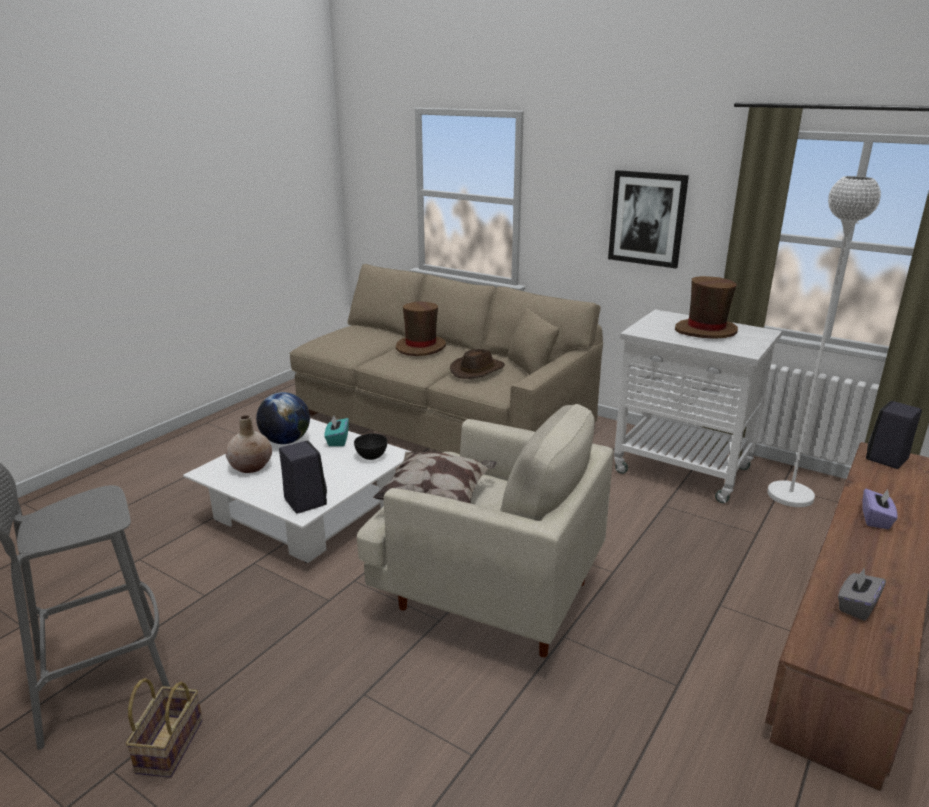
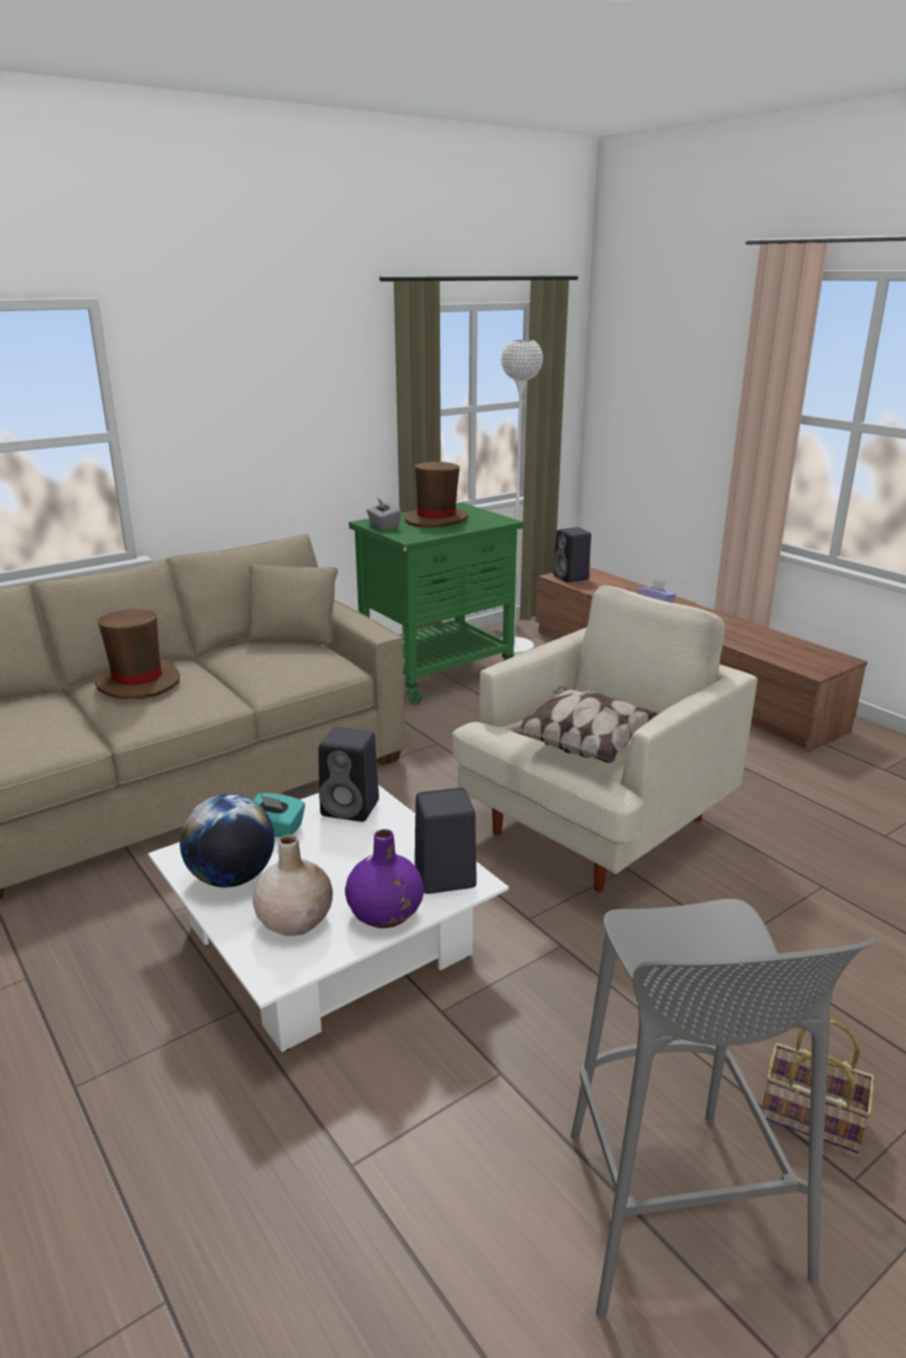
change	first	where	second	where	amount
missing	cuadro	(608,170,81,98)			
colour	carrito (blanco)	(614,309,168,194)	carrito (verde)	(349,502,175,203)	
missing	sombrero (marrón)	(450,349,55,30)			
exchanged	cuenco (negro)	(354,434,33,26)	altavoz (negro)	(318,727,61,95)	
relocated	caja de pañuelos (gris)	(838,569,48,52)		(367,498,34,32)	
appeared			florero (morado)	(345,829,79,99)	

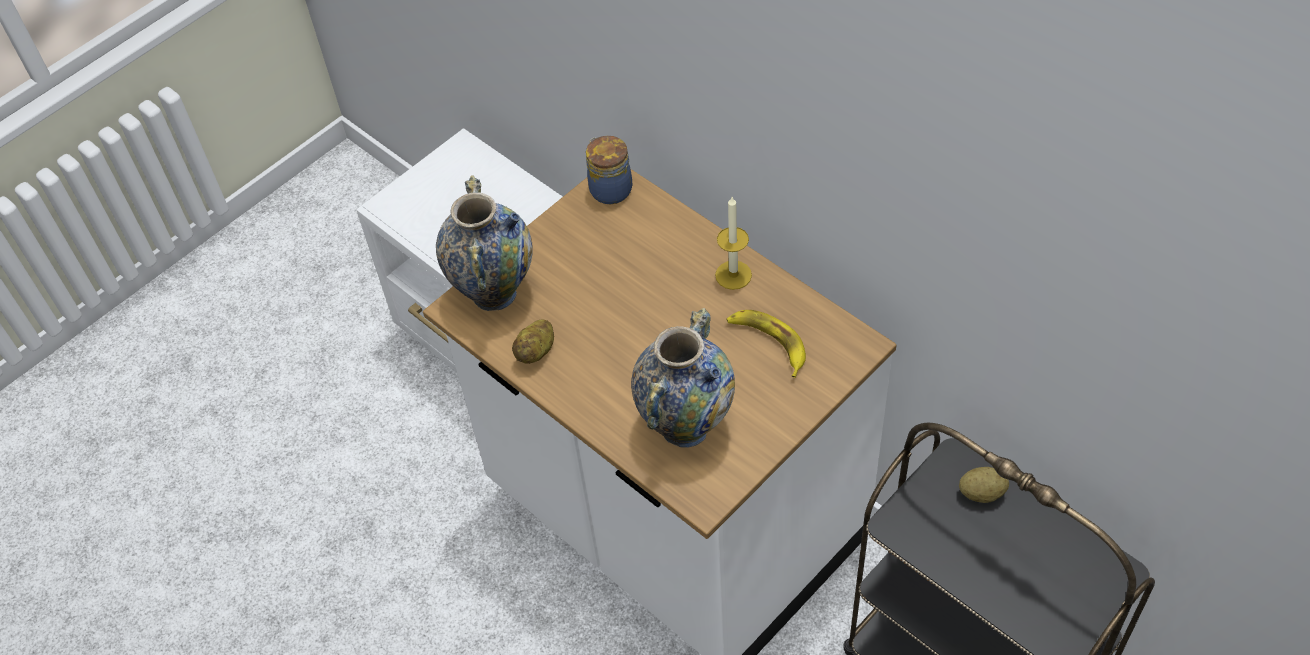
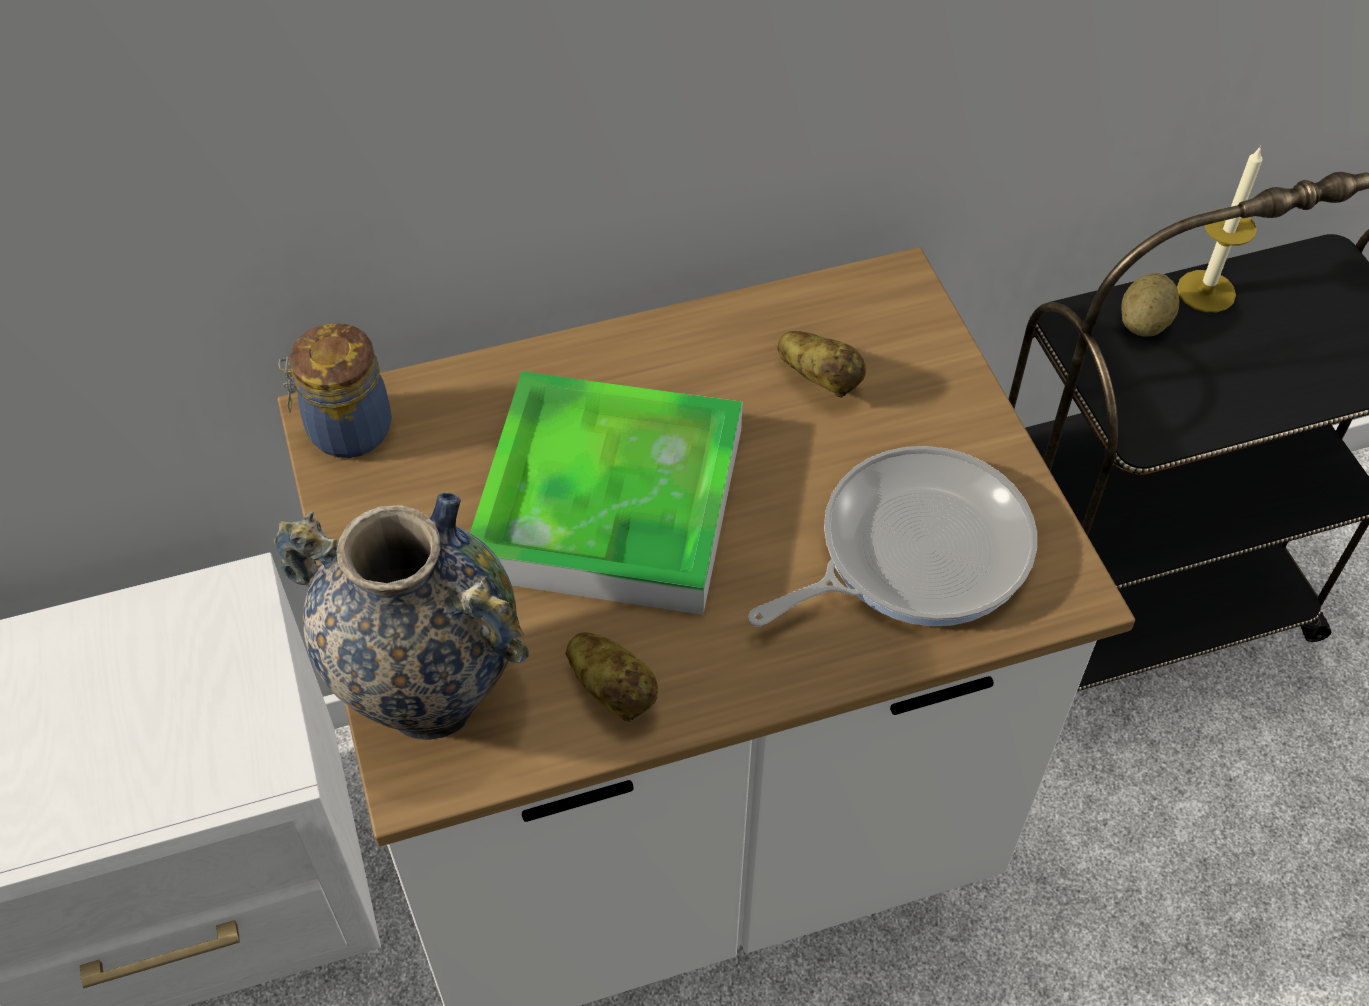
change	first	where	second	where	amount
relocated	vela	(715,197,37,93)		(1177,146,86,166)	
exchanged	florero	(631,308,104,140)	sartén	(748,446,289,180)	
exchanged	plátano	(726,310,80,68)	patata	(777,331,89,67)	
appeared			bandeja	(470,371,272,244)	

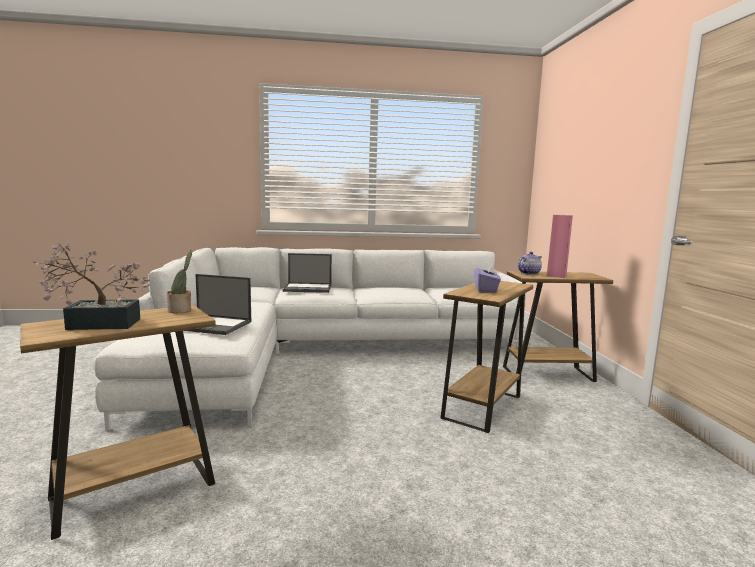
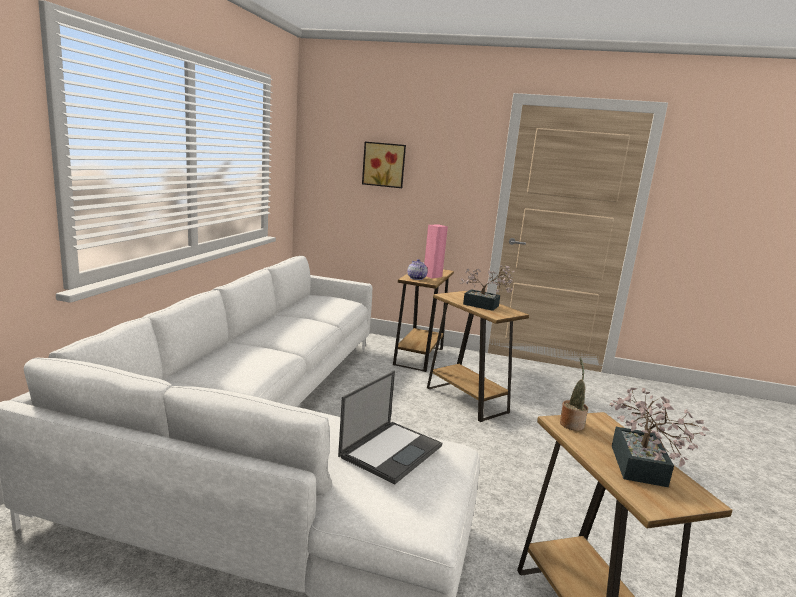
change	first	where	second	where	amount
missing	portátil	(283,253,49,40)			
exchanged	caja de pañuelos (morado)	(474,263,27,30)	planta en maceta	(459,265,56,46)	
appeared			cuadro	(362,142,44,46)	

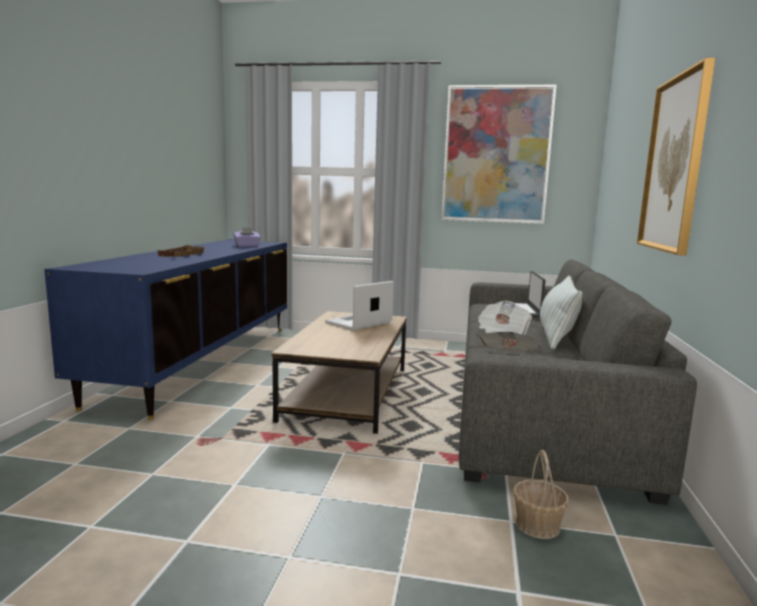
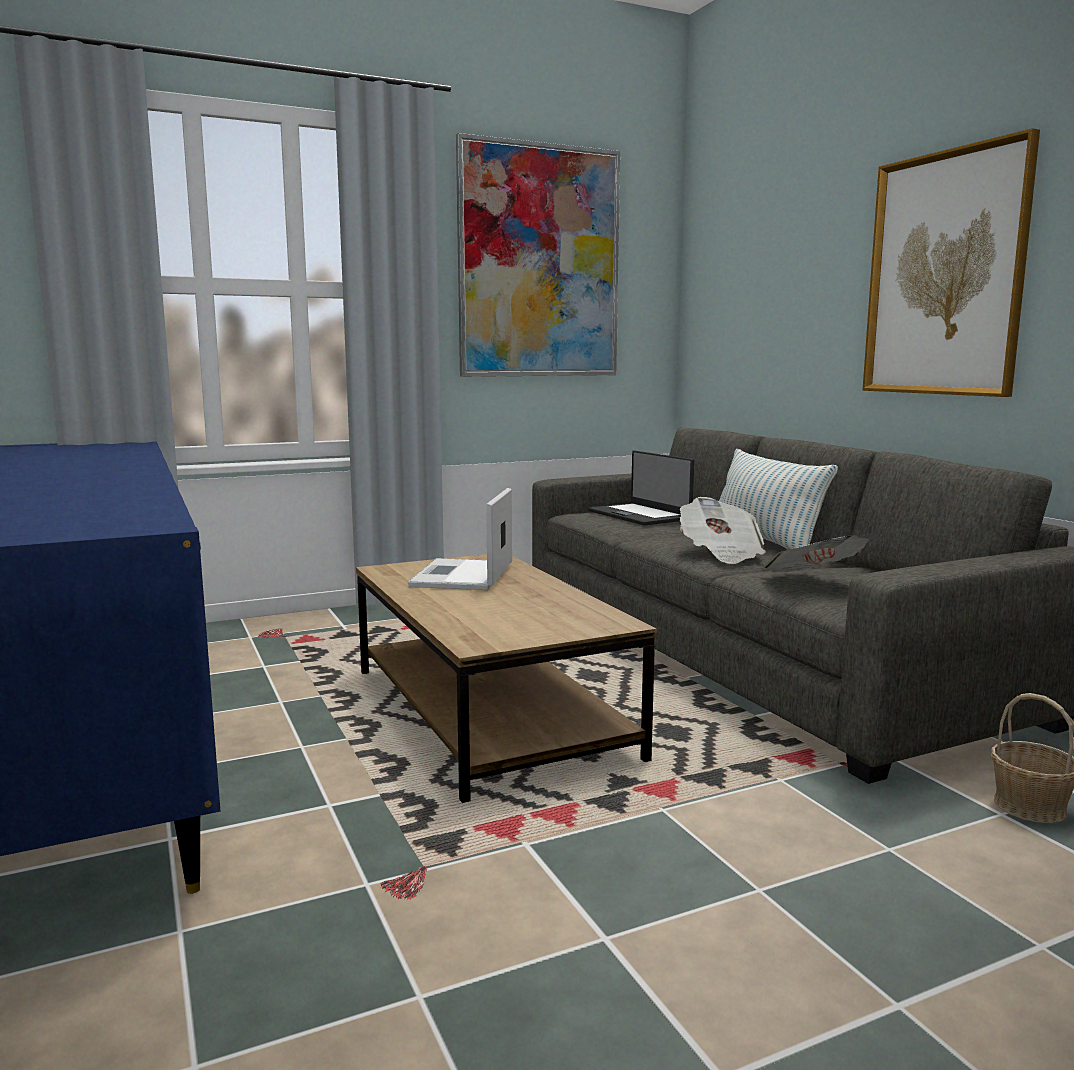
change	first	where	second	where	amount
missing	caja de pañuelos (morado)	(233,227,28,20)			
missing	bandeja (marrón)	(157,245,49,12)			

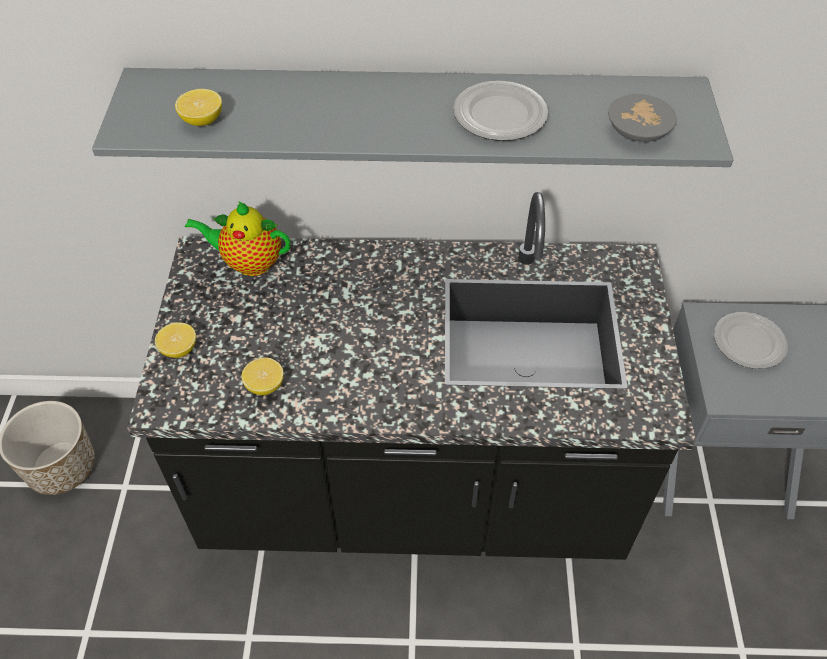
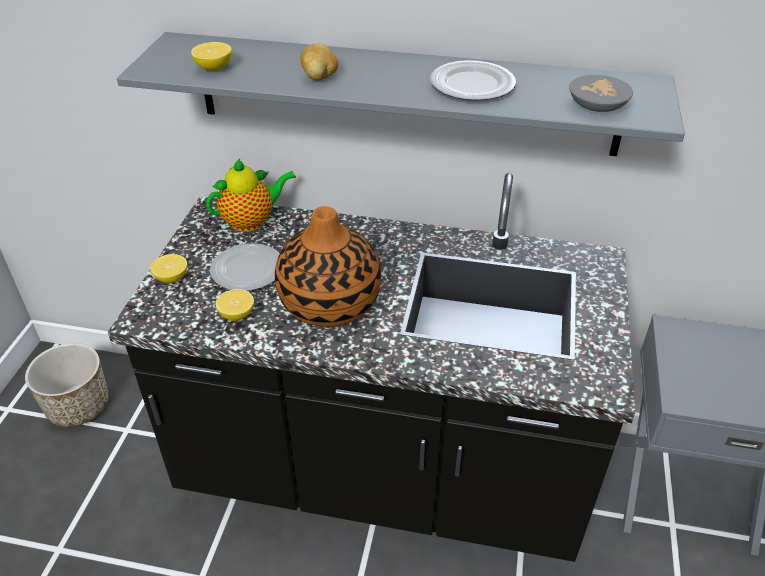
change	first	where	second	where	amount
spun	tetera	(185,201,106,75)		(206,159,90,73)	135 degrees clockwise
relocated	plato	(714,312,74,57)		(210,243,70,48)	
appeared			patata	(300,43,38,38)	
appeared			florero	(275,206,106,121)	

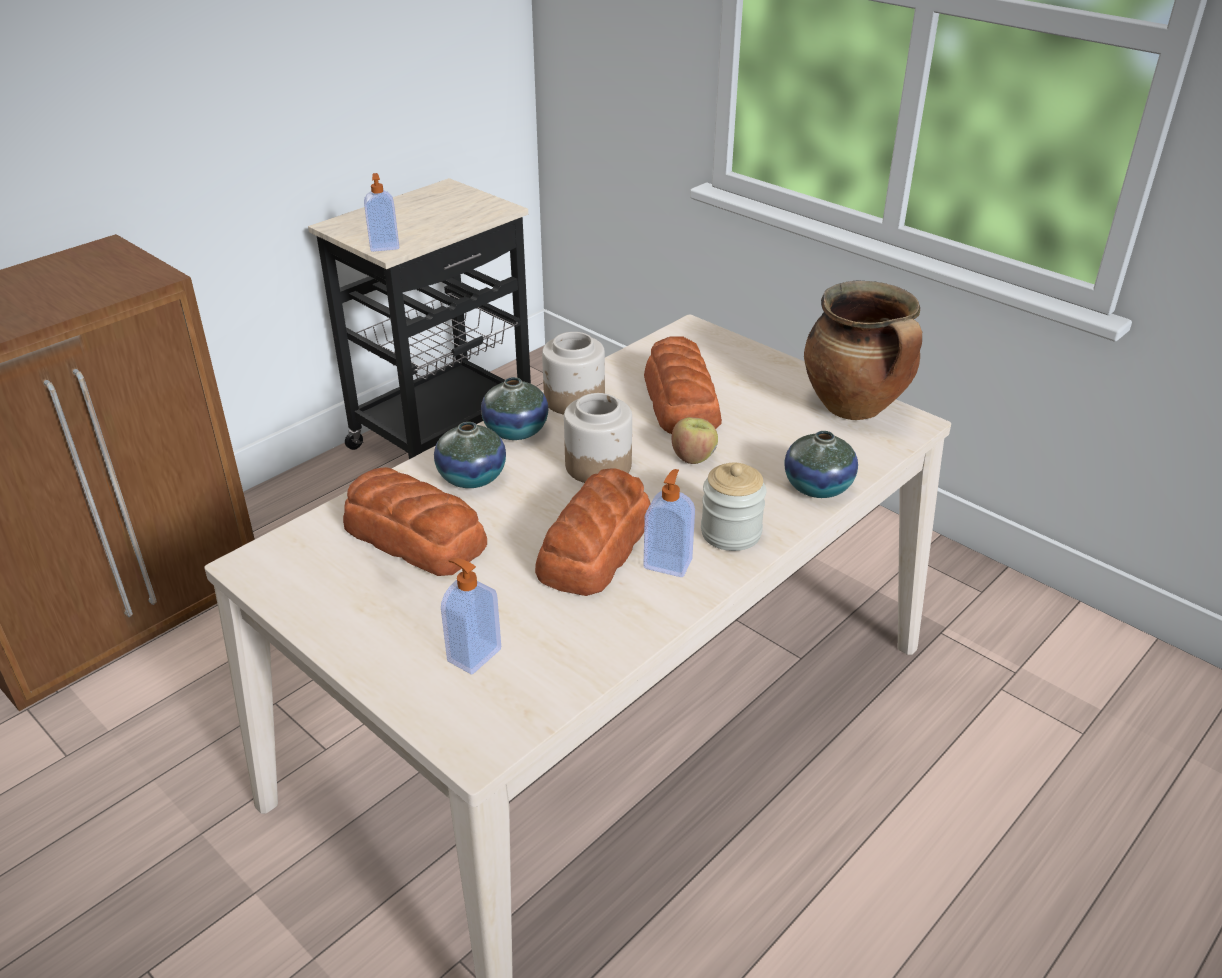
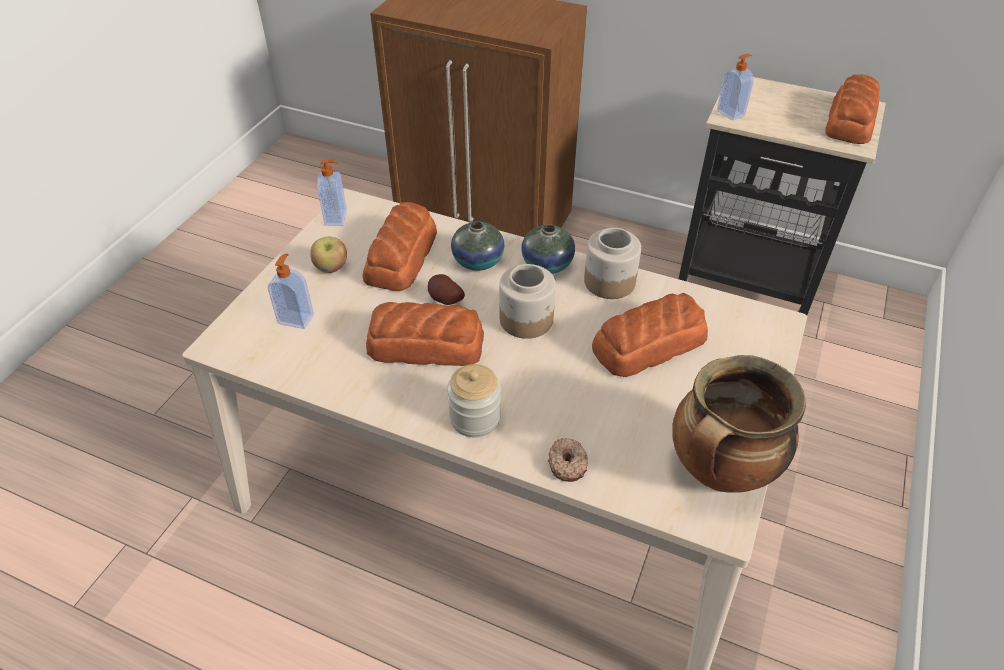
change	first	where	second	where	amount
relocated	manzana	(672,417,46,47)		(310,237,37,36)	
exchanged	florero	(785,431,73,67)	rosquilla	(548,438,40,44)	
relocated	dispensador de jabón	(643,469,52,108)		(317,159,30,67)	
appeared			pan	(825,74,55,70)	
appeared			patata	(428,274,37,31)	

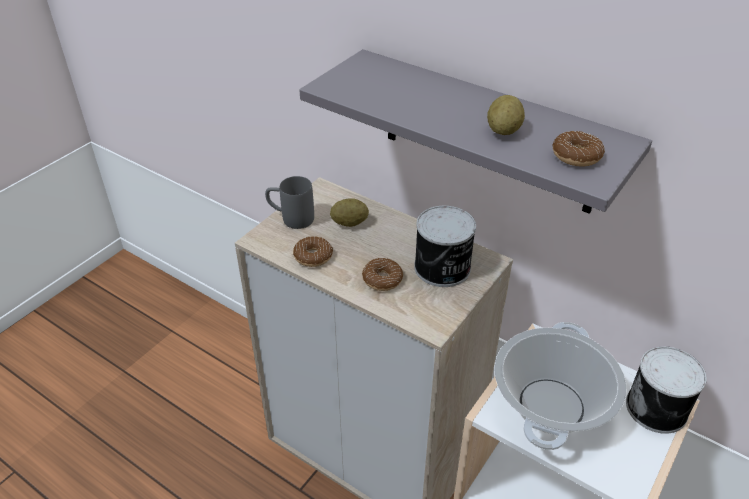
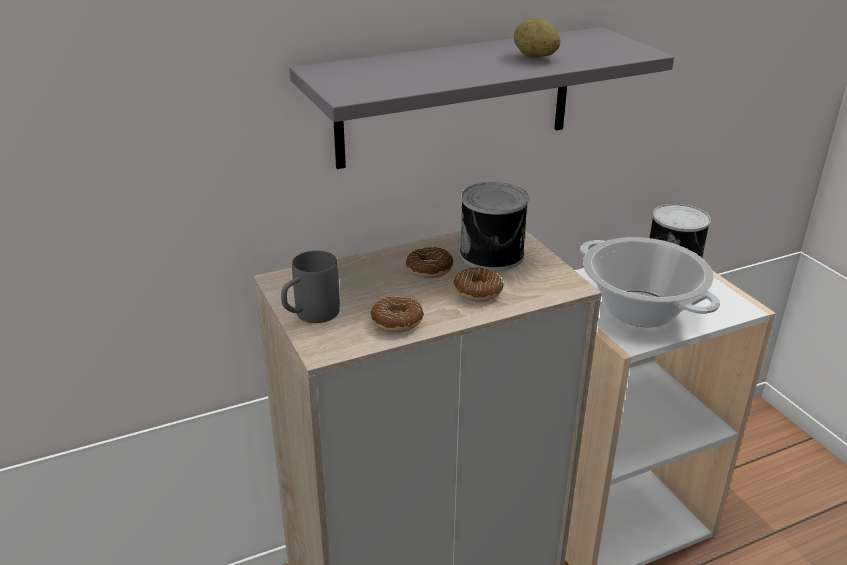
change	first	where	second	where	amount
relocated	rosquilla	(552,131,53,36)		(406,247,48,31)	
missing	patata	(330,198,39,29)			

